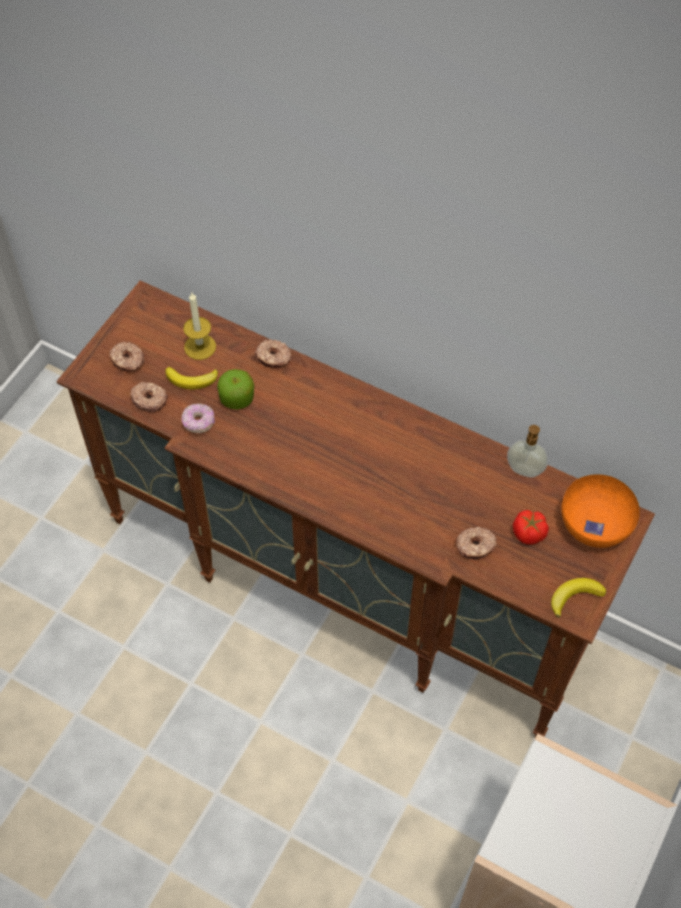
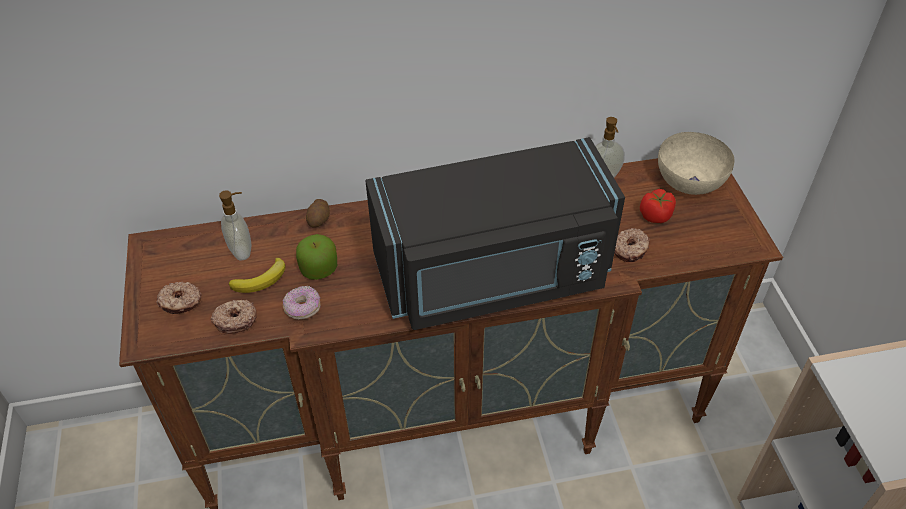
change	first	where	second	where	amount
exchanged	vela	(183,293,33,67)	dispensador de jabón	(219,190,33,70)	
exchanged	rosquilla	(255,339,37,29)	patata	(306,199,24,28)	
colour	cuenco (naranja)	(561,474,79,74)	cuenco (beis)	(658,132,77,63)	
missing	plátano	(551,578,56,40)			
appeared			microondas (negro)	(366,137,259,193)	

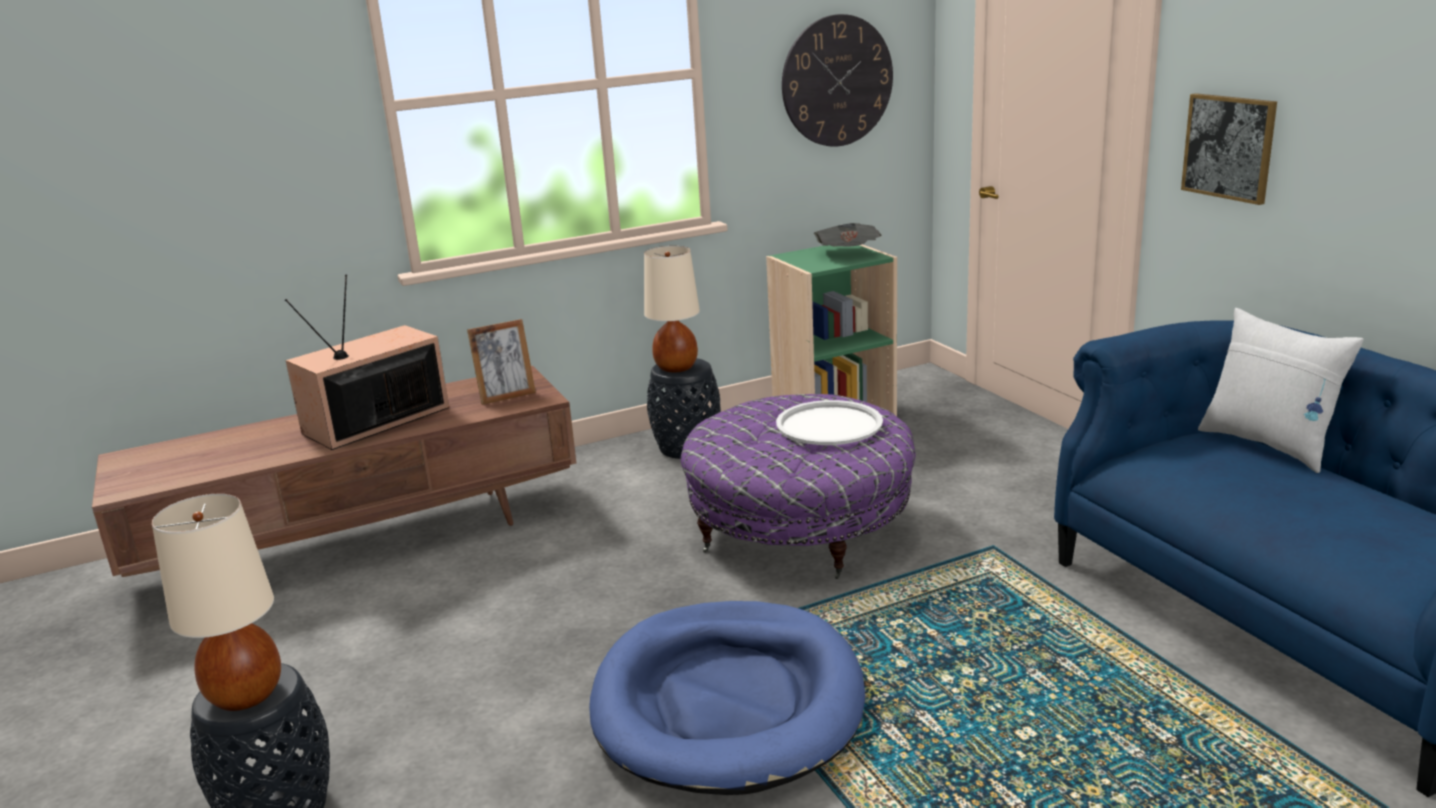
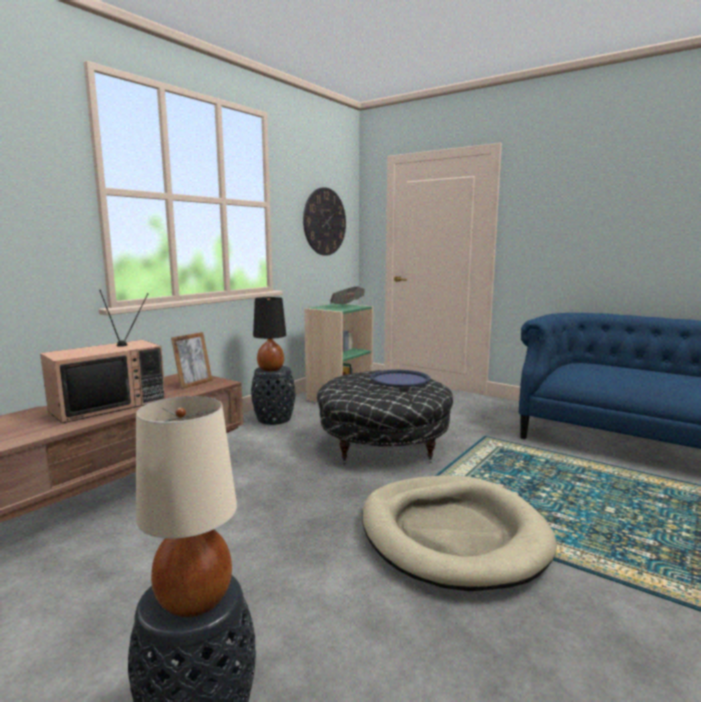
change	first	where	second	where	amount
missing	cuadro	(1181,93,96,112)			
colour	lámpara de mesa (beis)	(644,246,56,127)	lámpara de mesa (negro)	(253,297,33,74)	
spun	televisor	(285,274,164,176)		(40,290,126,133)	150 degrees counterclockwise
missing	cojín (gris)	(1198,308,166,165)			
colour	puf (morado)	(681,394,235,185)	puf (negro)	(317,370,136,94)	
colour	bandeja (blanco)	(776,400,107,45)	bandeja (azul)	(370,370,61,17)	
colour	cama para perro (azul)	(589,601,276,194)	cama para perro (beis)	(362,476,195,115)	

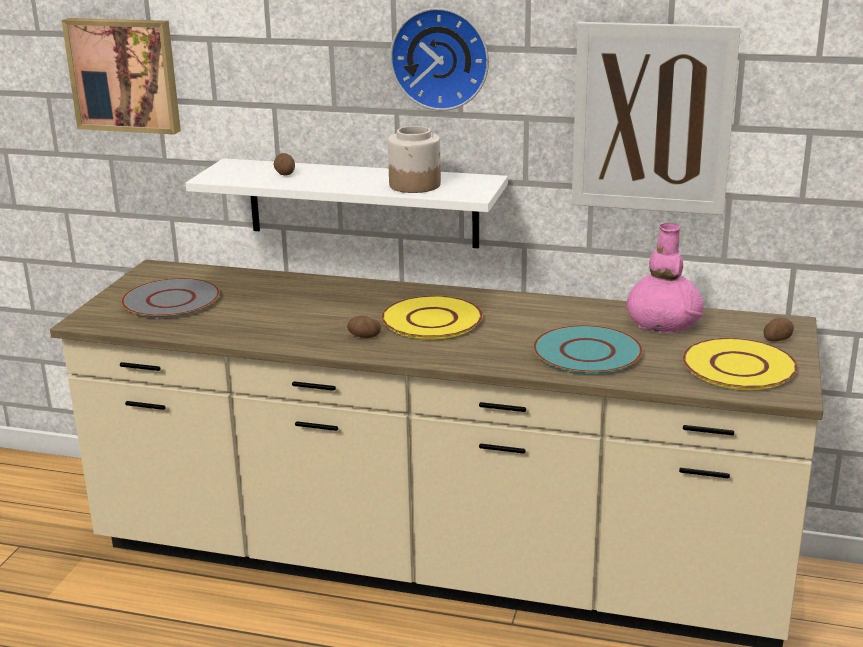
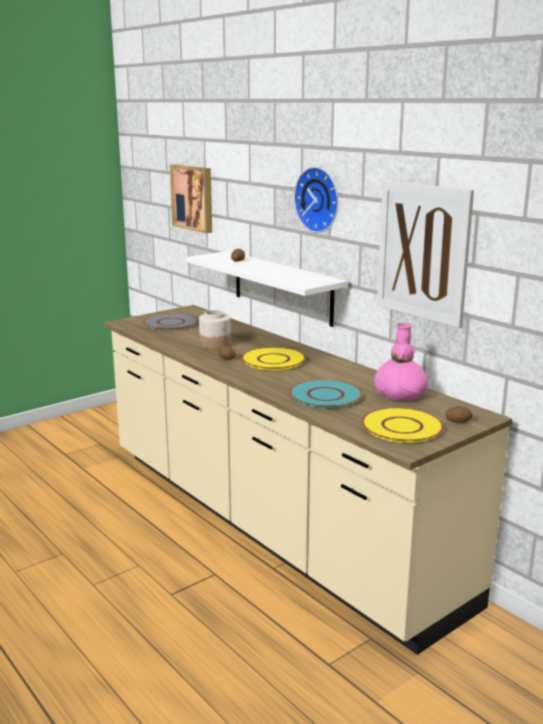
change	first	where	second	where	amount
relocated	tarro	(388,126,53,67)		(199,310,32,40)	

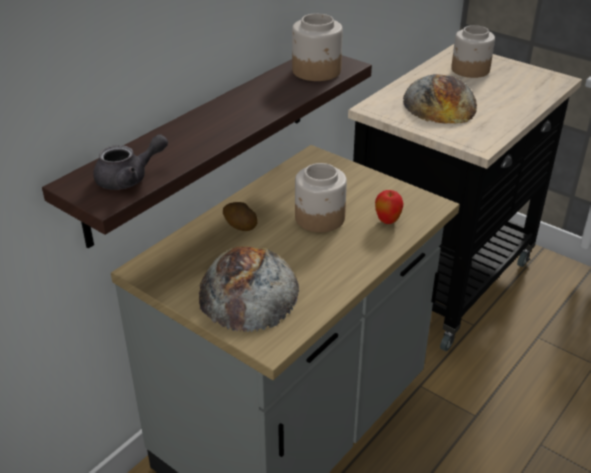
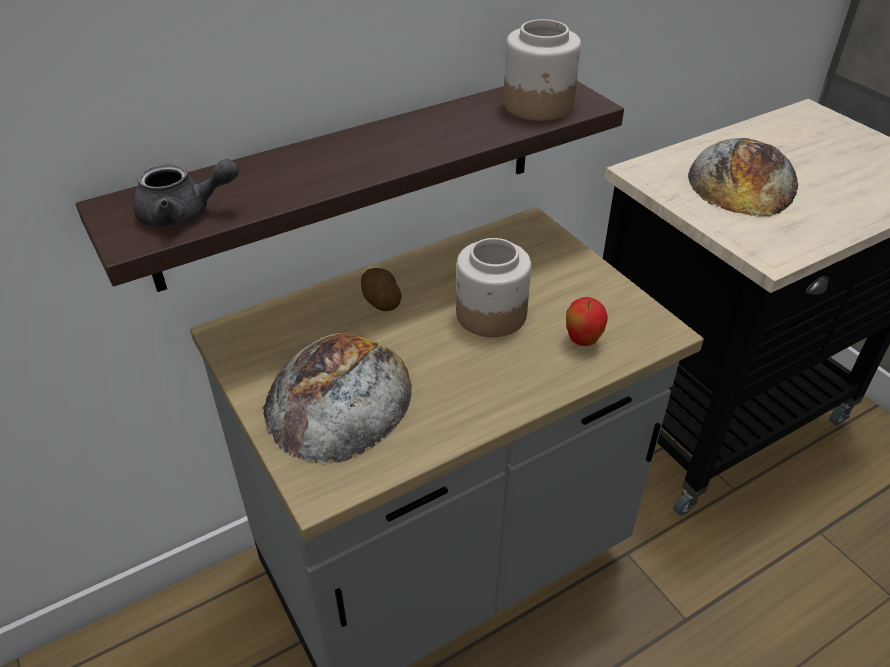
change	first	where	second	where	amount
missing	tarro	(451,25,44,53)			

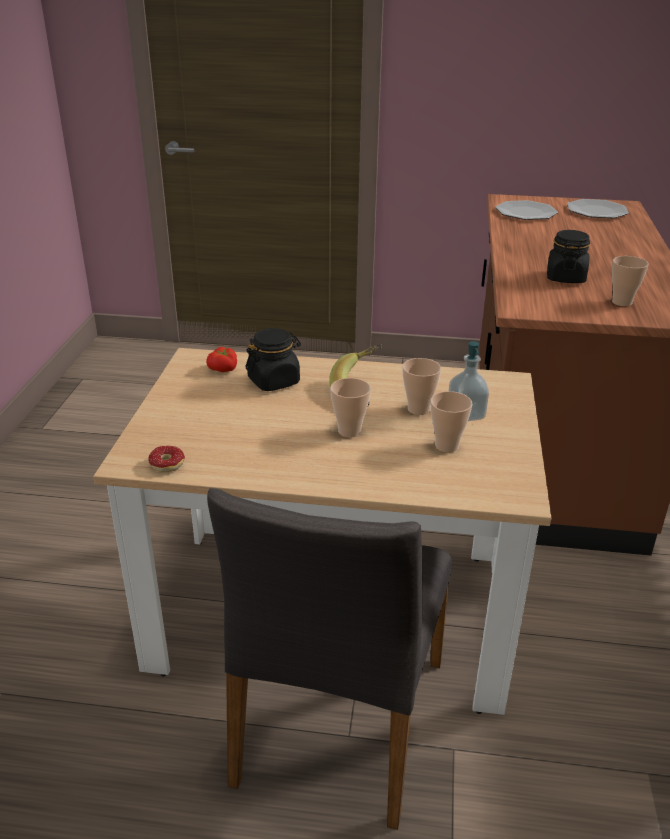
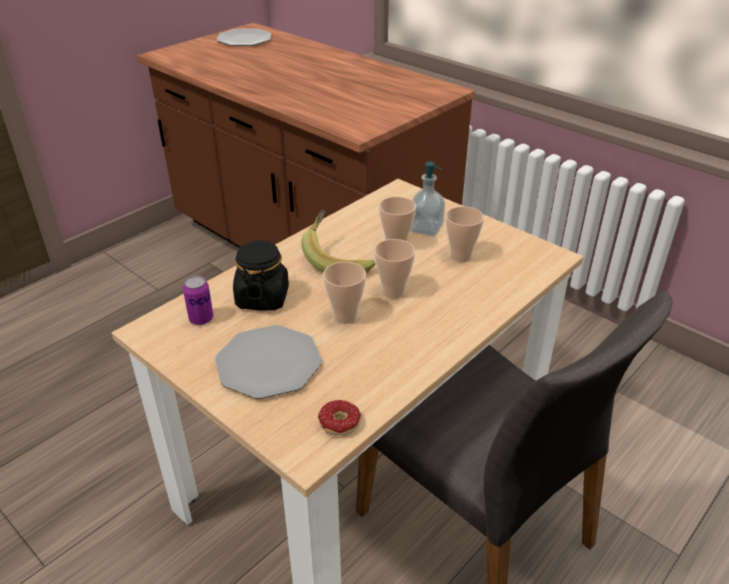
change	first	where	second	where	amount
relocated	plato	(495,200,63,20)		(215,325,107,74)	
missing	tarro (negro)	(547,230,43,53)			
relocated	taza	(612,256,37,51)		(323,262,43,62)	
exchanged	tomate	(206,347,31,25)	lata	(183,276,31,49)	

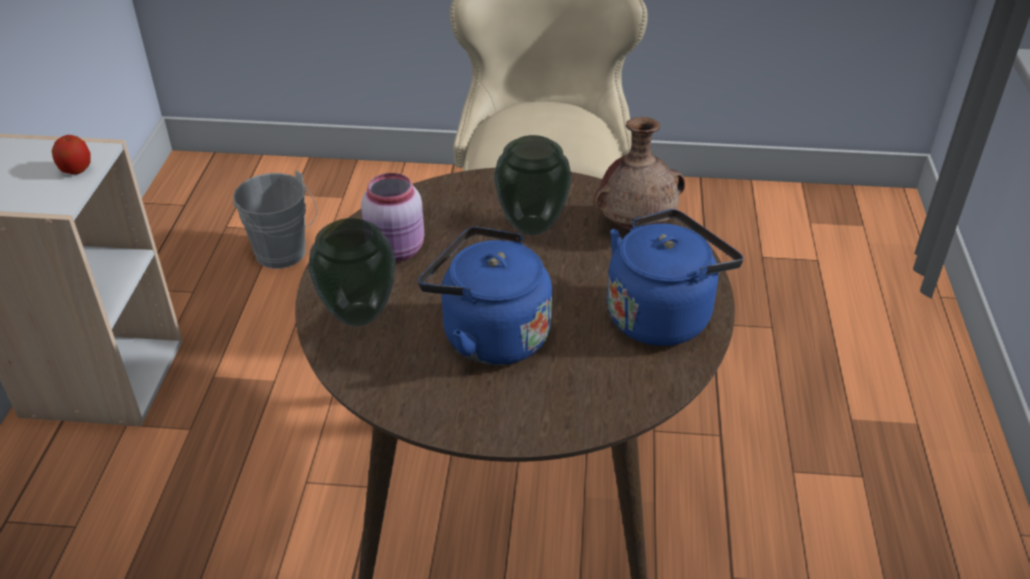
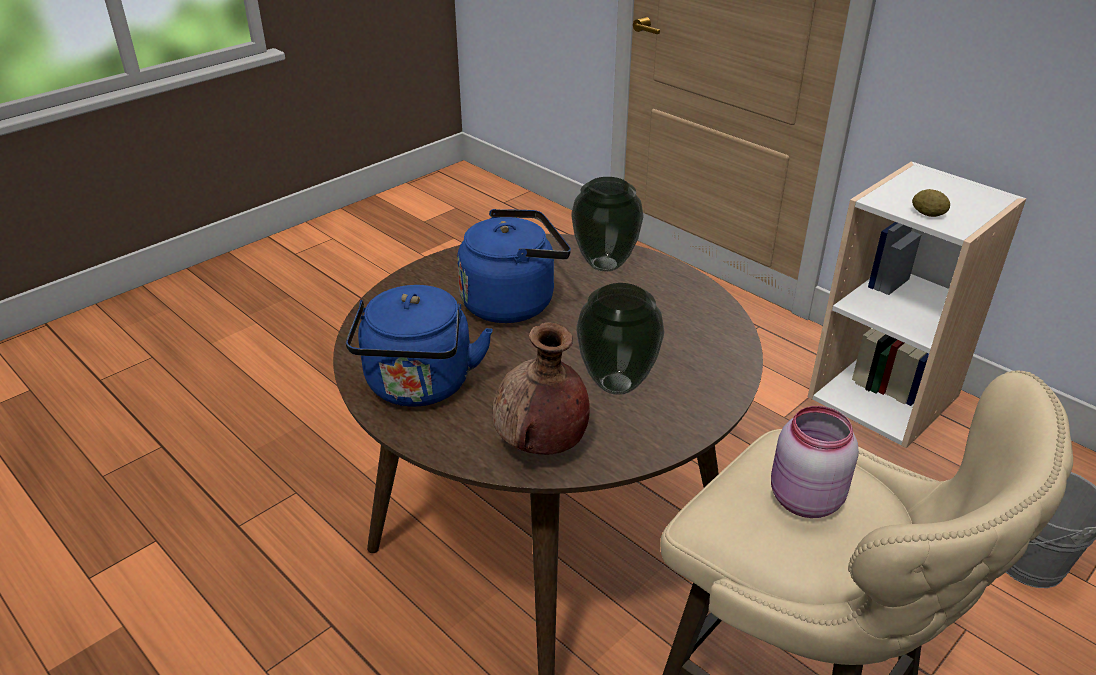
change	first	where	second	where	amount
exchanged	manzana	(52,135,38,39)	patata	(912,189,38,28)	
relocated	tarro (rosa)	(361,173,63,89)		(771,406,88,112)	

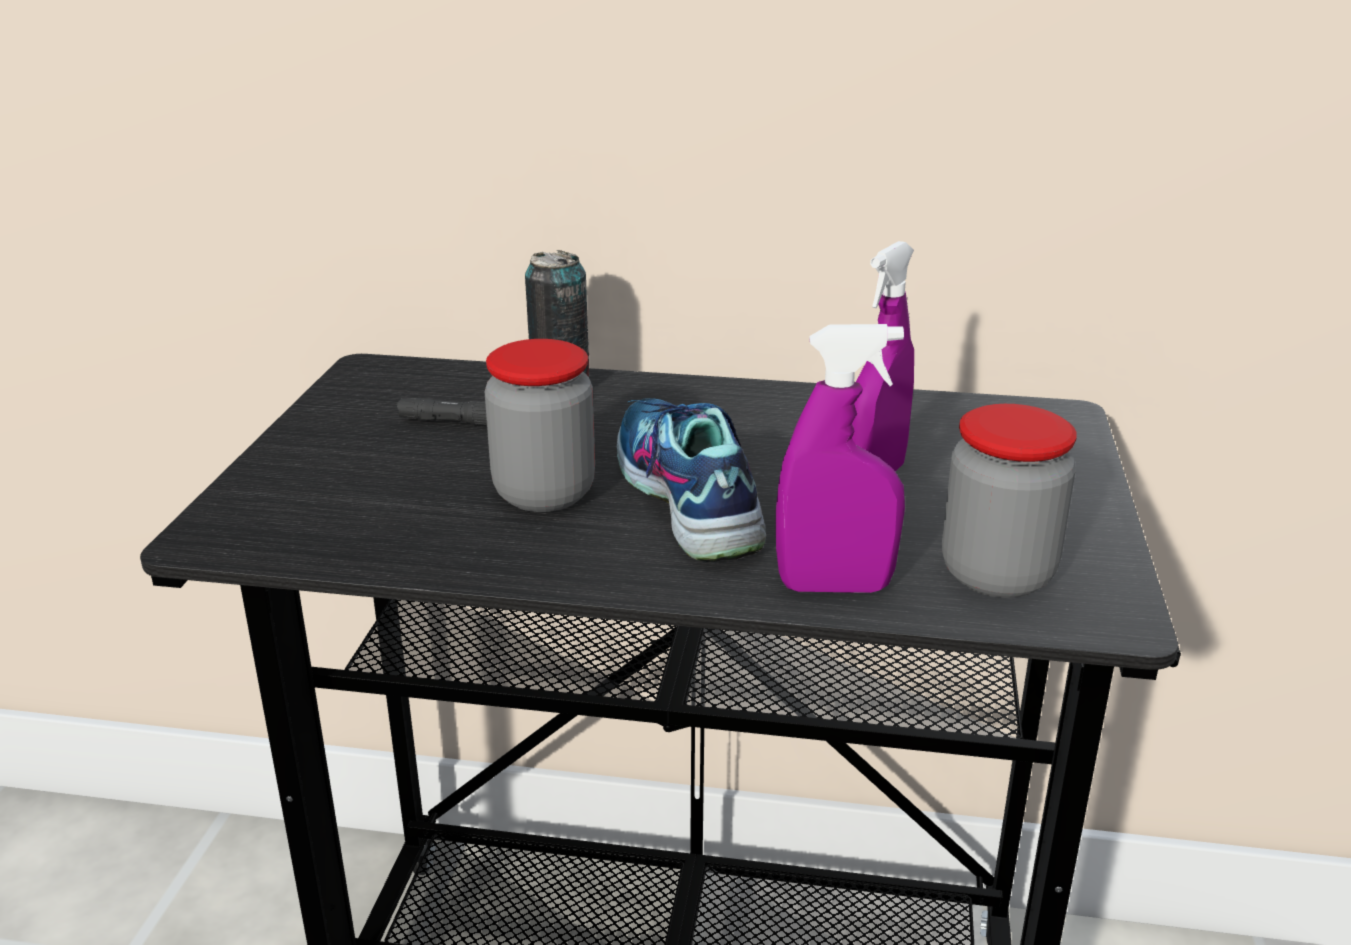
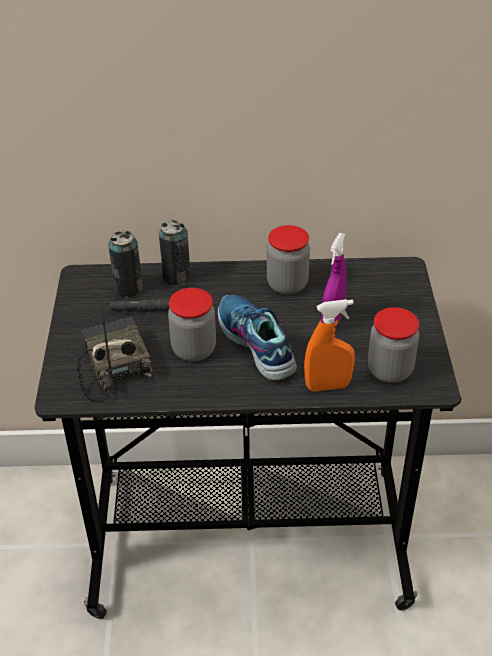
change	first	where	second	where	amount
colour	pulverizador (morado)	(776,324,129,269)	pulverizador (naranja)	(304,299,51,93)	
appeared			tarro	(267,225,43,70)	
appeared			lata	(108,231,35,67)	
appeared			radio	(77,304,76,98)	

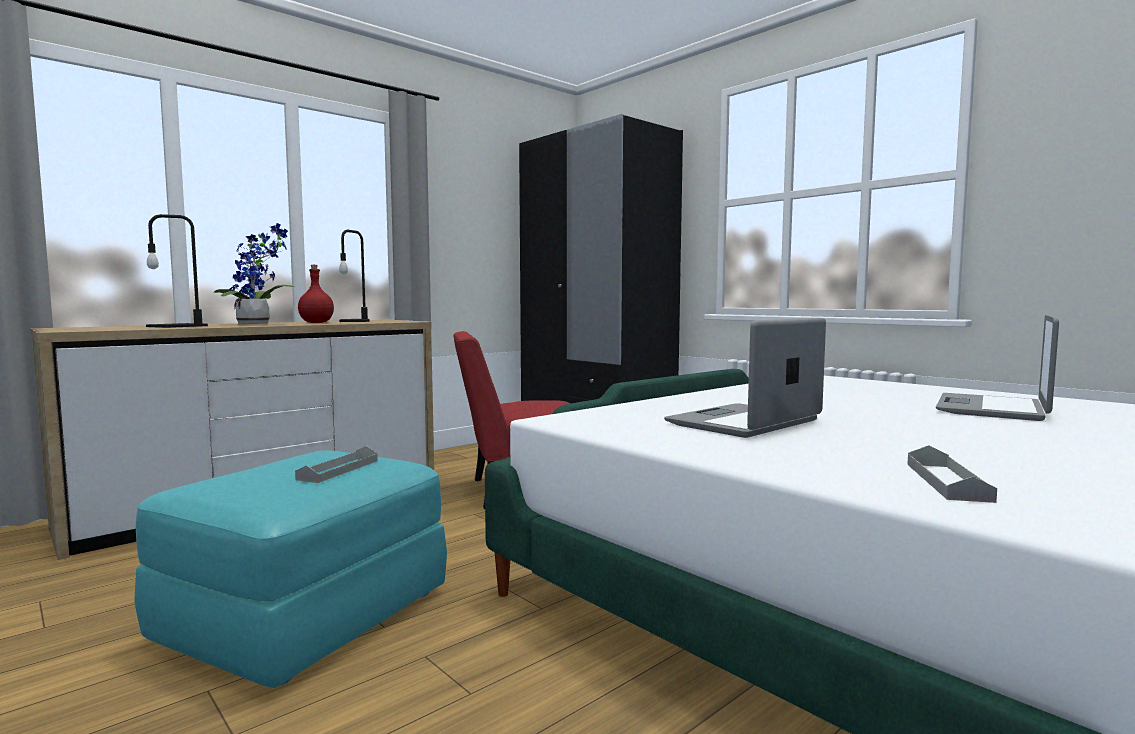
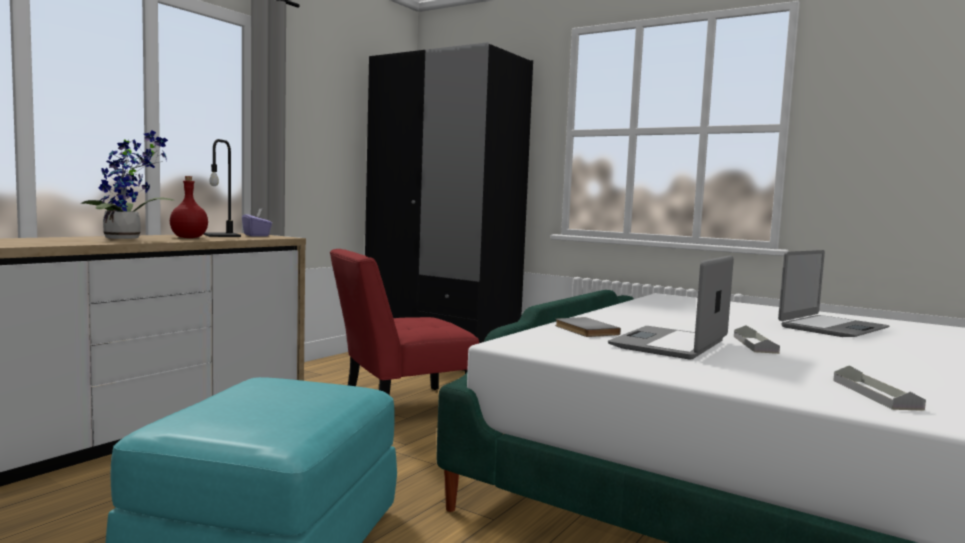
change	first	where	second	where	amount
missing	lámpara de mesa (negro)	(146,214,62,114)			
spun	portátil	(936,315,123,106)		(778,250,112,87)	150 degrees counterclockwise
relocated	bandeja (gris)	(295,446,83,37)		(734,325,46,29)	
appeared			caja de pañuelos (morado)	(242,208,30,28)	
appeared			libro (gris)	(555,317,66,20)	

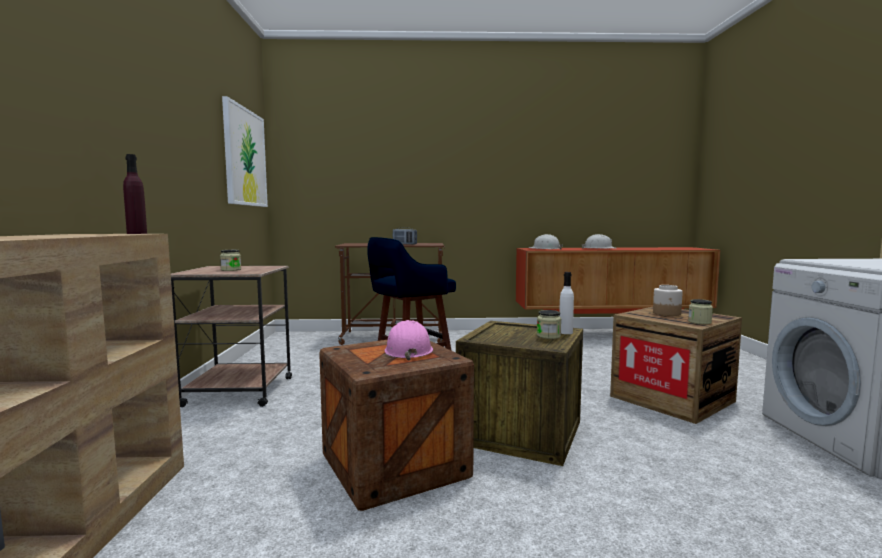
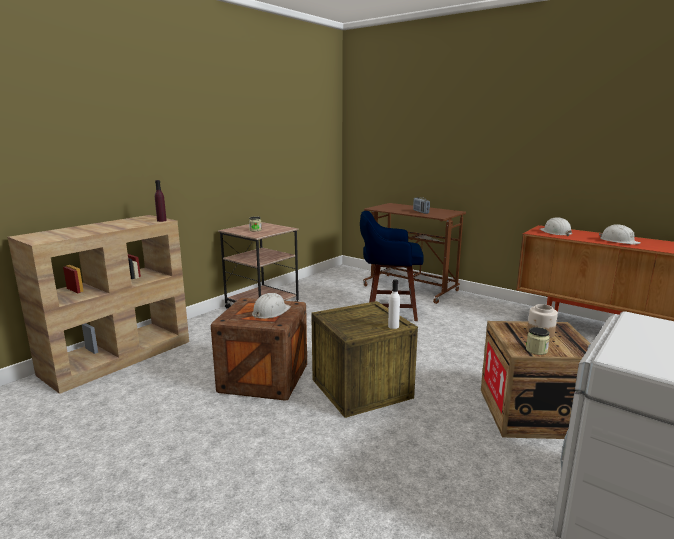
change	first	where	second	where	amount
missing	cuadro	(222,96,46,111)			
missing	tarro	(537,310,24,29)			
colour	casco (rosa)	(385,320,48,40)	casco (blanco)	(252,293,39,26)	

